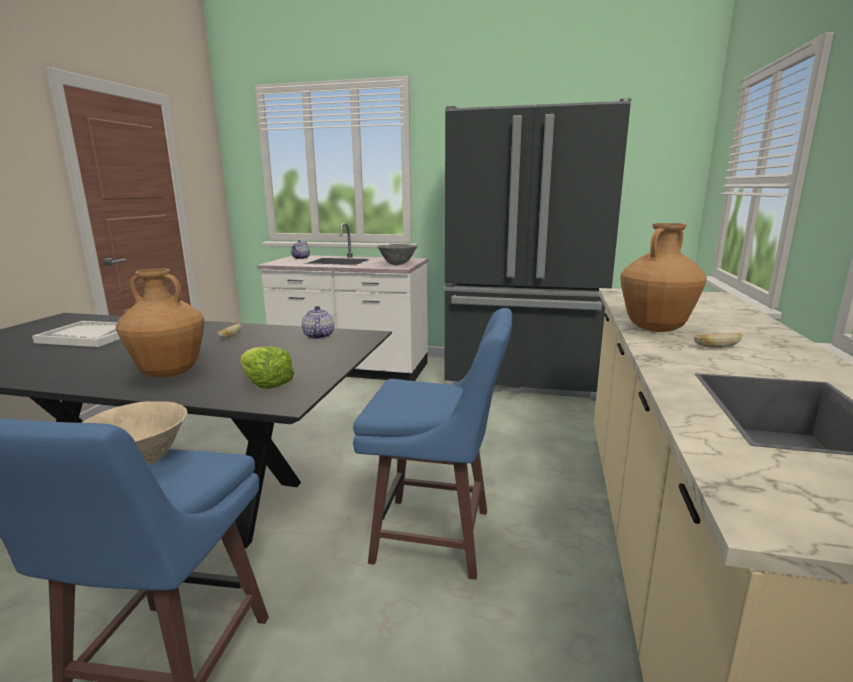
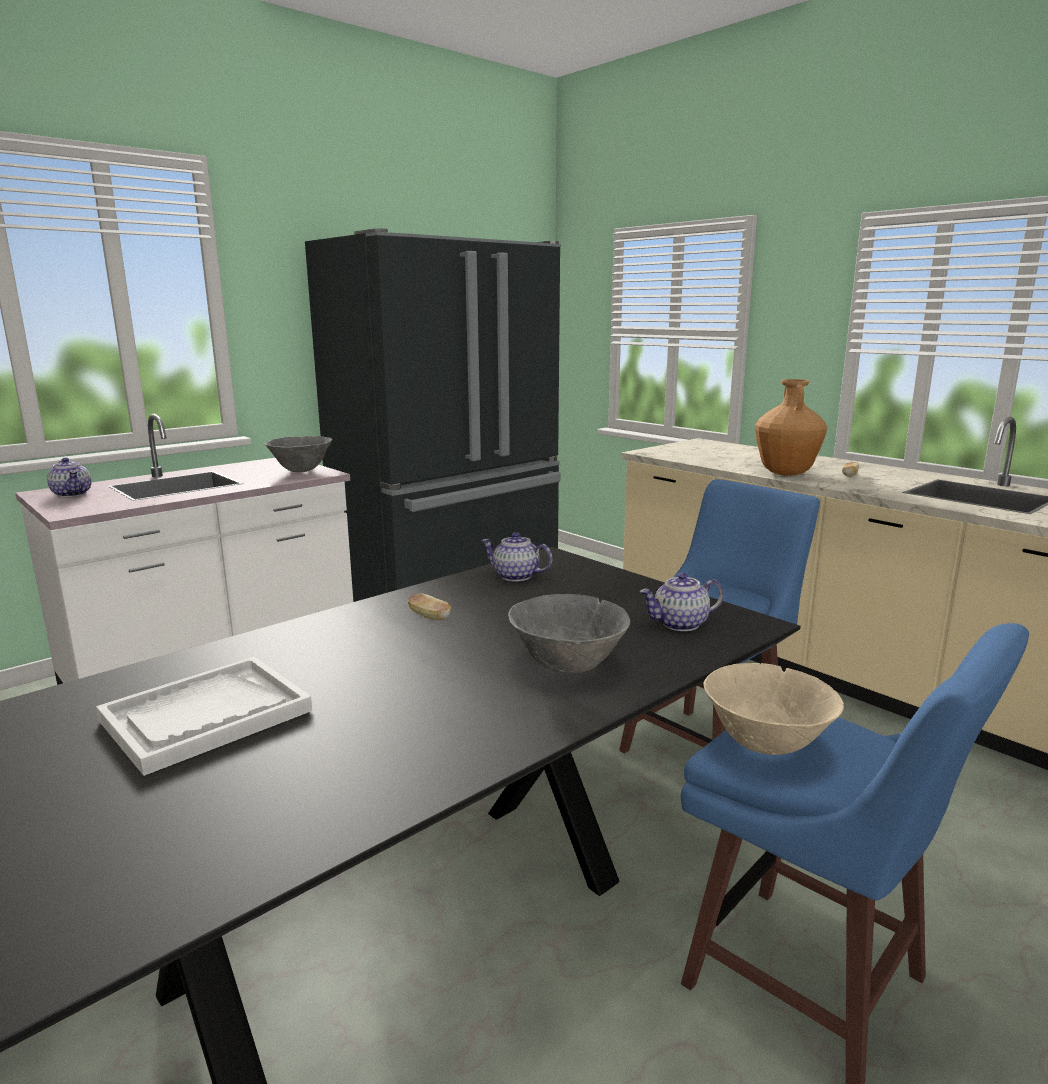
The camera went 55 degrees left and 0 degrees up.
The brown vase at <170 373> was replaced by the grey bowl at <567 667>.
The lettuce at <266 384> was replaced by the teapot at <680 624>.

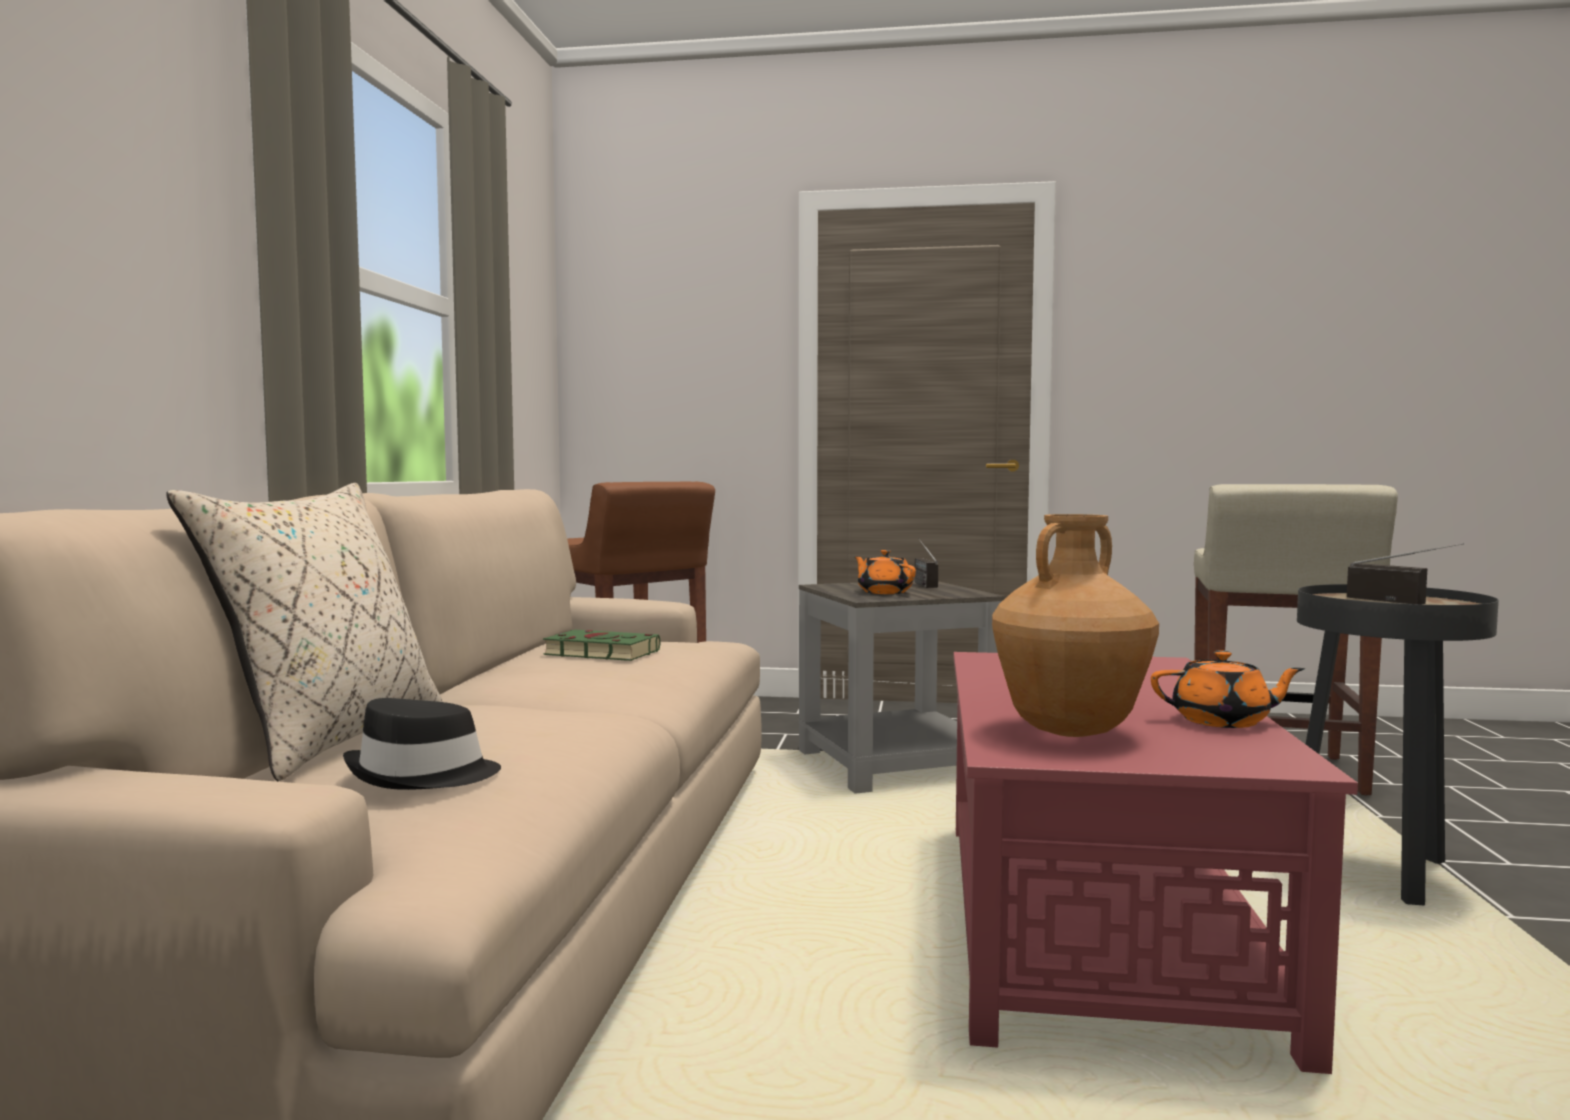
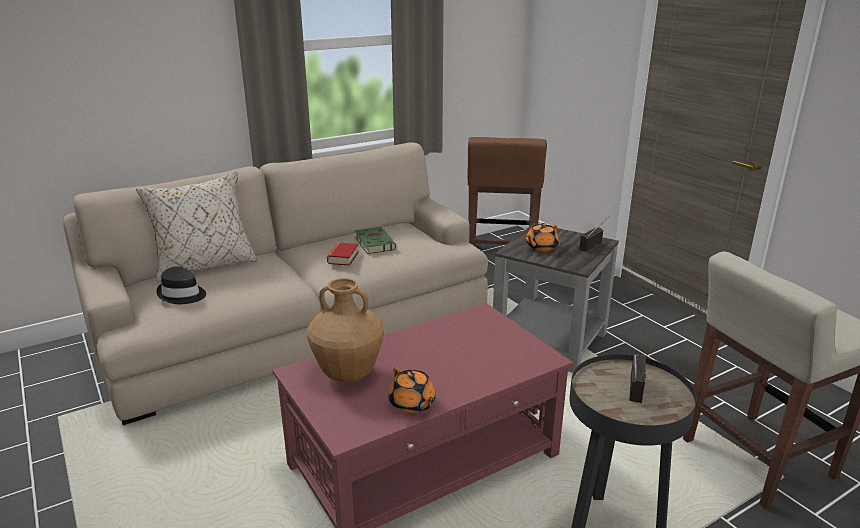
The camera went 50 degrees right and 20 degrees up.
The orange teapot at <884 592> turned 150 degrees counterclockwise.
The book at <343 257> appeared.

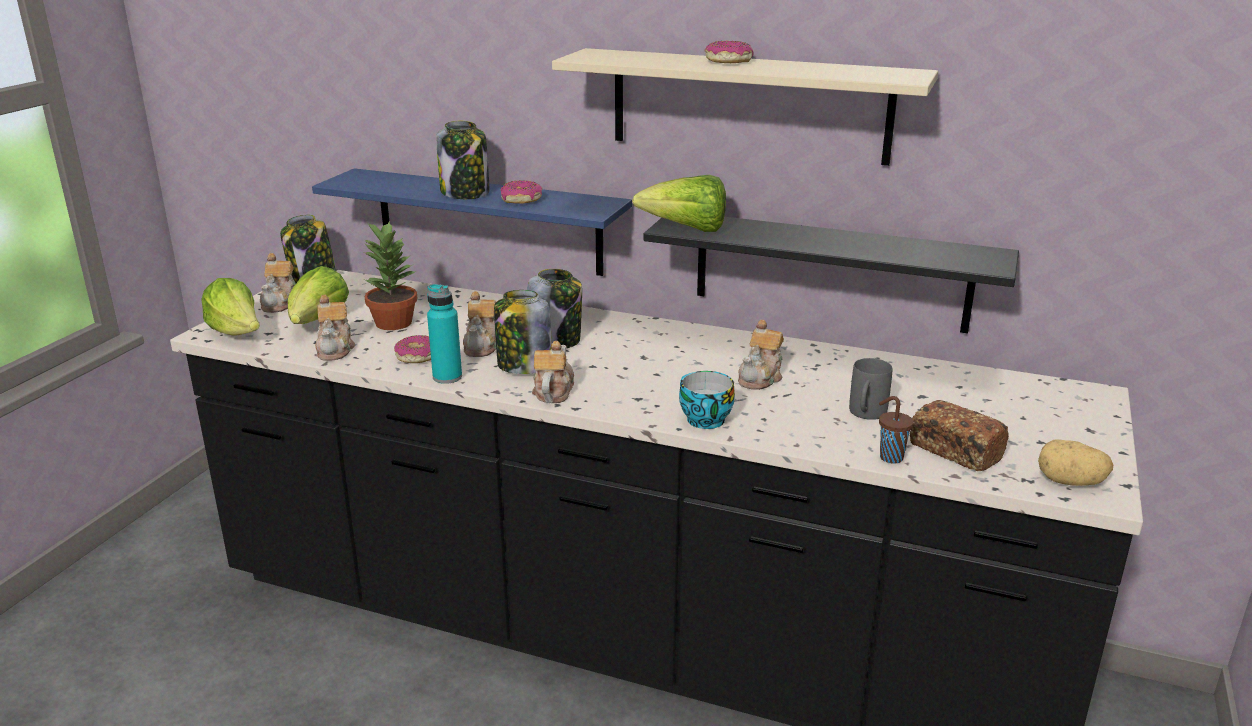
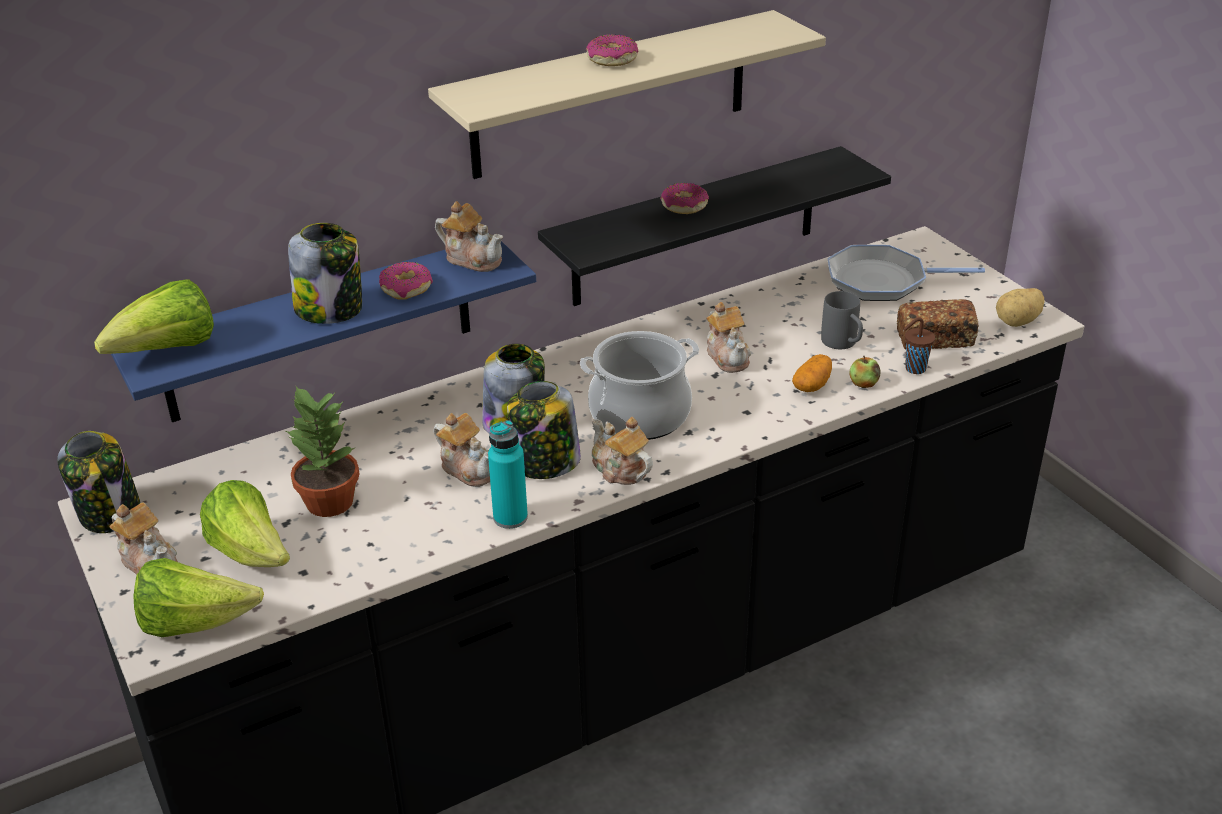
The camera went 50 degrees left and 10 degrees up.
The lettuce moved from <686 229> to <168 351>.
The teapot moved from <335 349> to <473 259>.
The donut moved from <417 356> to <684 206>.
The cup at <702 419> disappeared.
The frying pan at <882 281> appeared.
The cooking pot at <639 416> appeared.
The potato at <812 385> appeared.
The apple at <863 383> appeared.

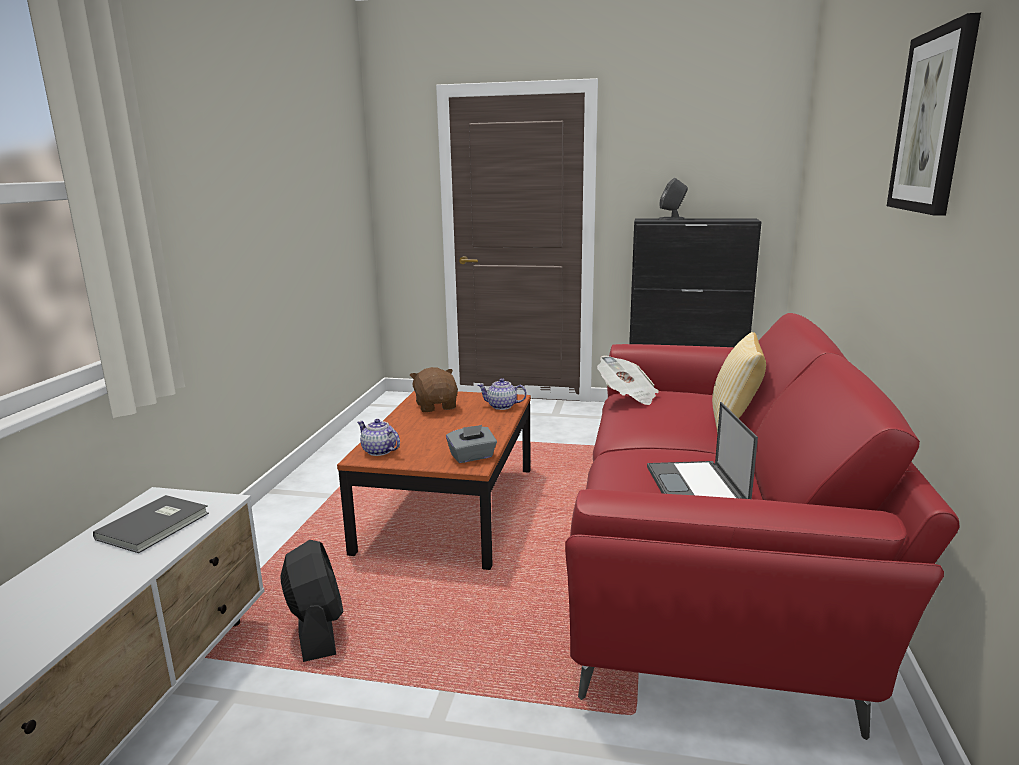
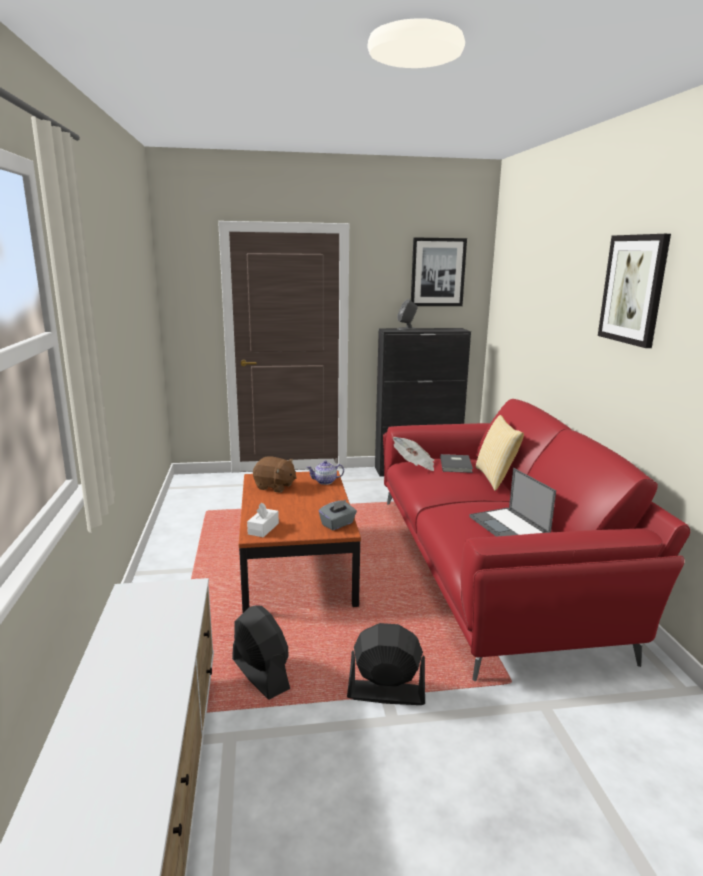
The camera went 20 degrees left and 0 degrees up.
The brown plush toy at <436 406> turned 150 degrees clockwise.
The teapot at <379 451> was replaced by the white tissue box at <263 529>.
The grey book moved from <156 526> to <457 465>.
The picture at <438 272> appeared.
The black fan at <385 693> appeared.

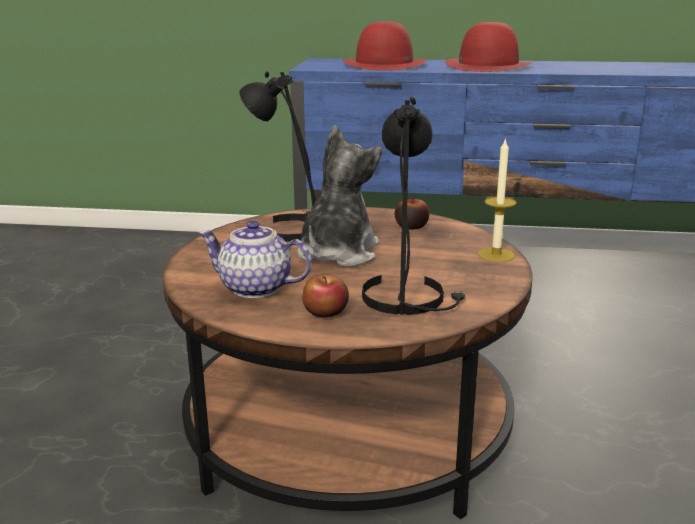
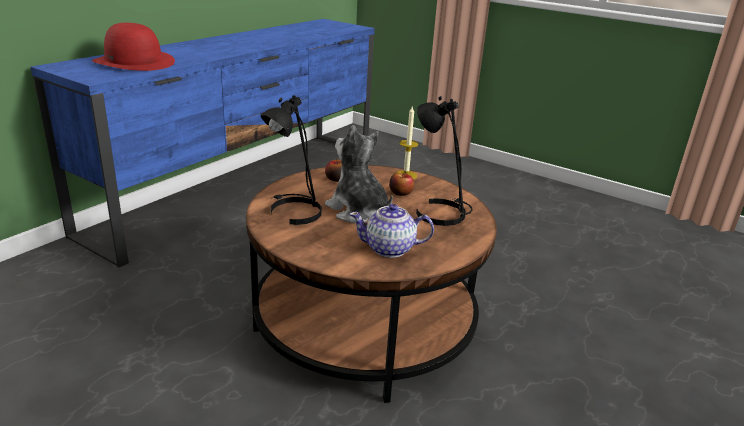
The camera went 65 degrees left and 5 degrees up.
The red hat at <488 66> disappeared.
The teapot at <256 288> turned 45 degrees clockwise.
The apple moved from <326 312> to <400 193>.

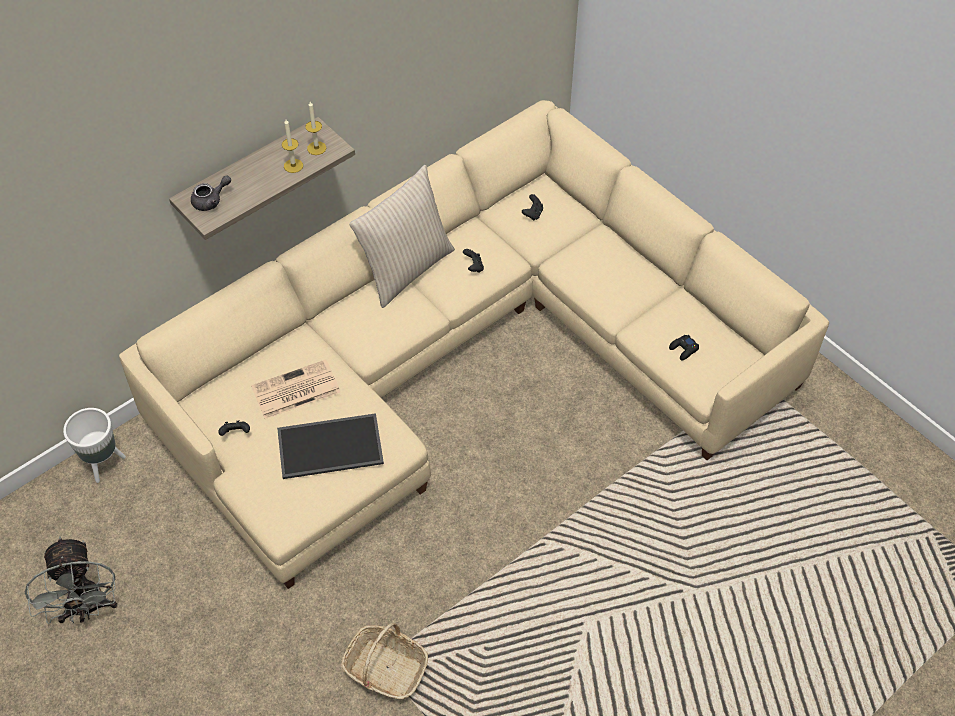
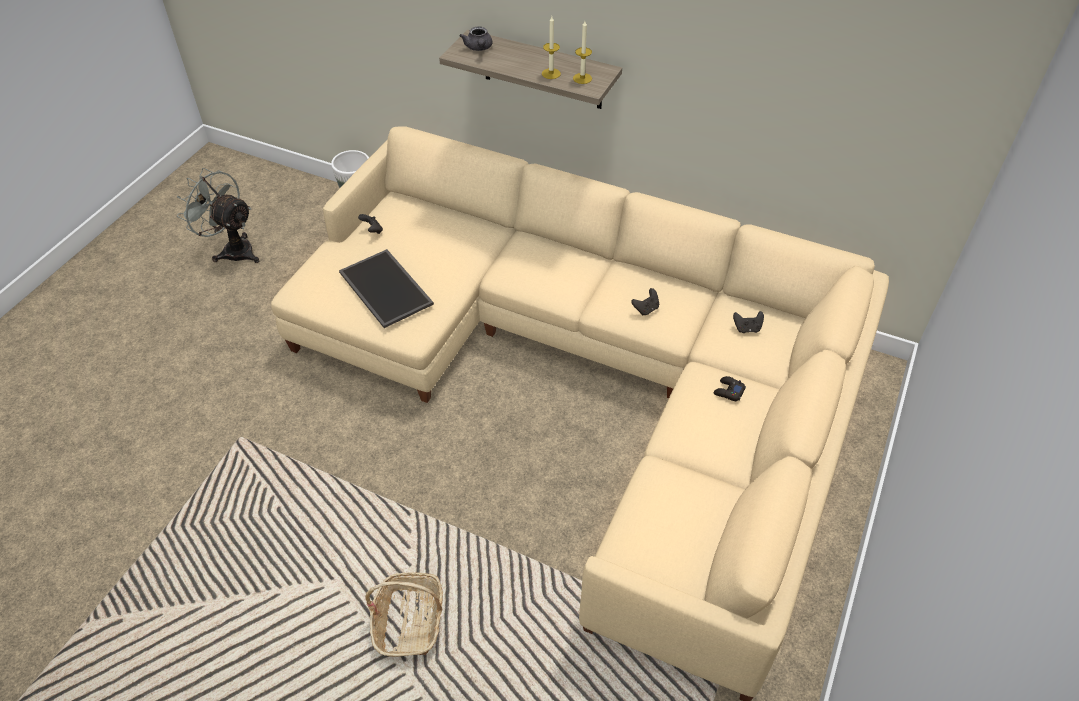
The camera went 65 degrees right and 5 degrees down.
The beige pillow at <406 269> disappeared.
The grey teapot at <211 201> turned 45 degrees clockwise.
The black game controller moved from <683 349> to <728 391>.
The newspaper at <295 390> disappeared.
The grey fan at <87 609> turned 75 degrees clockwise.
The basket moved from <385 669> to <409 621>.

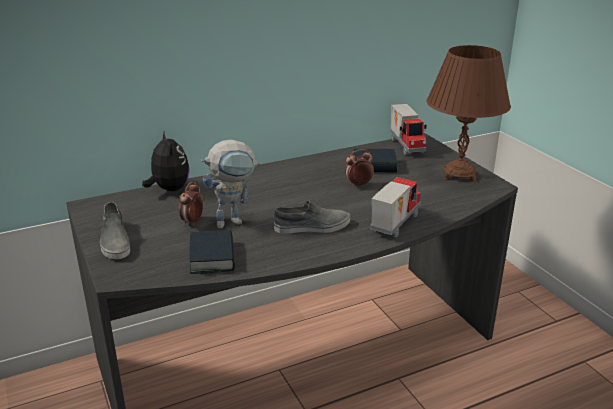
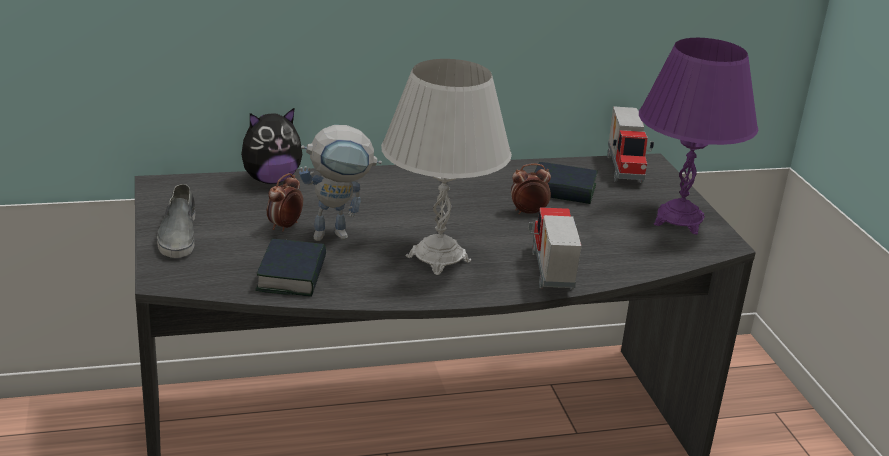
The camera went 10 degrees right and 0 degrees up.
The brown table lamp at <459 175> became the purple table lamp at <679 221>.
The plush toy at <169 189> turned 75 degrees clockwise.
The toy truck at <393 223> turned 45 degrees counterclockwise.
The grey shoe at <312 227> was replaced by the white table lamp at <438 258>.

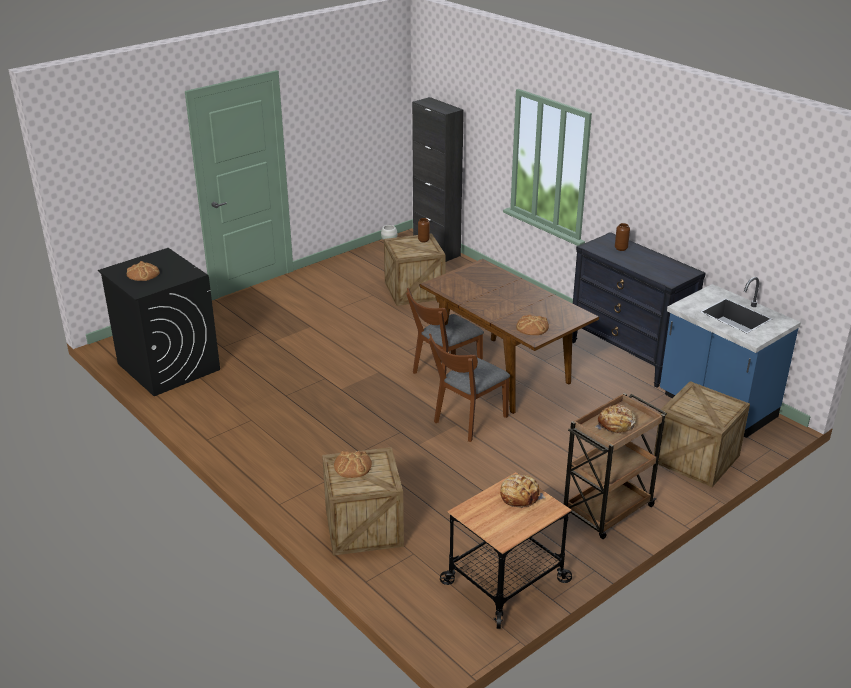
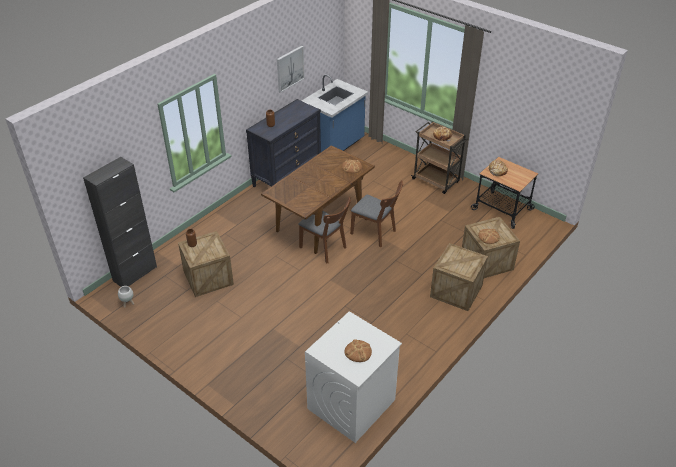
The camera went 100 degrees left and 10 degrees up.
The black washing machine at <167 366> became the white washing machine at <351 405>.
The crate moved from <696 458> to <456 291>.
The picture at <290 68> appeared.

